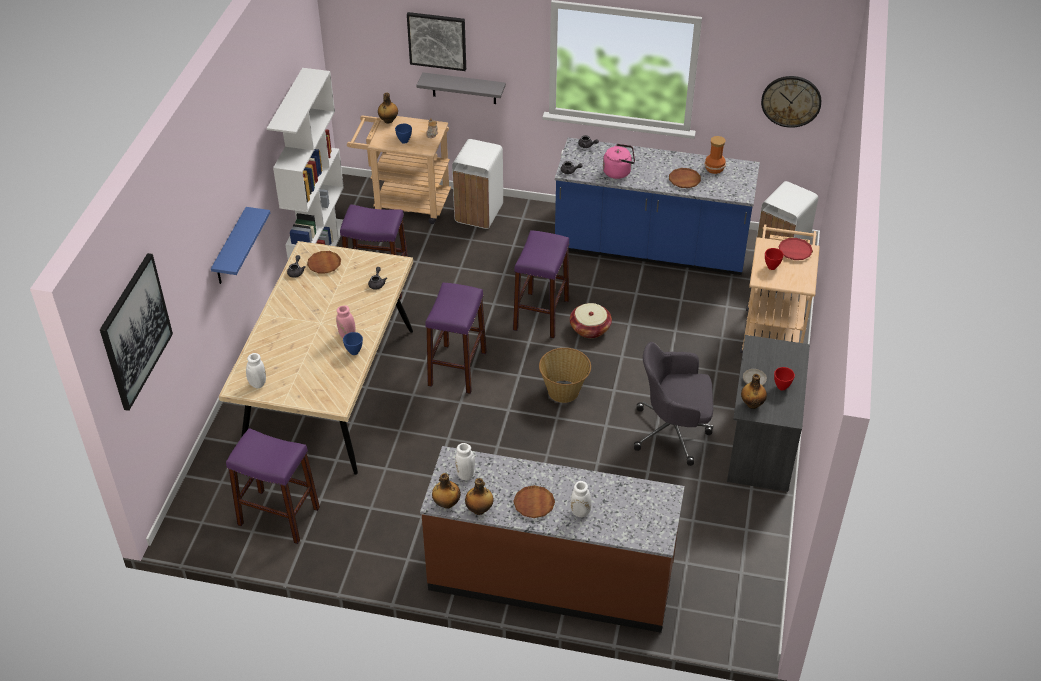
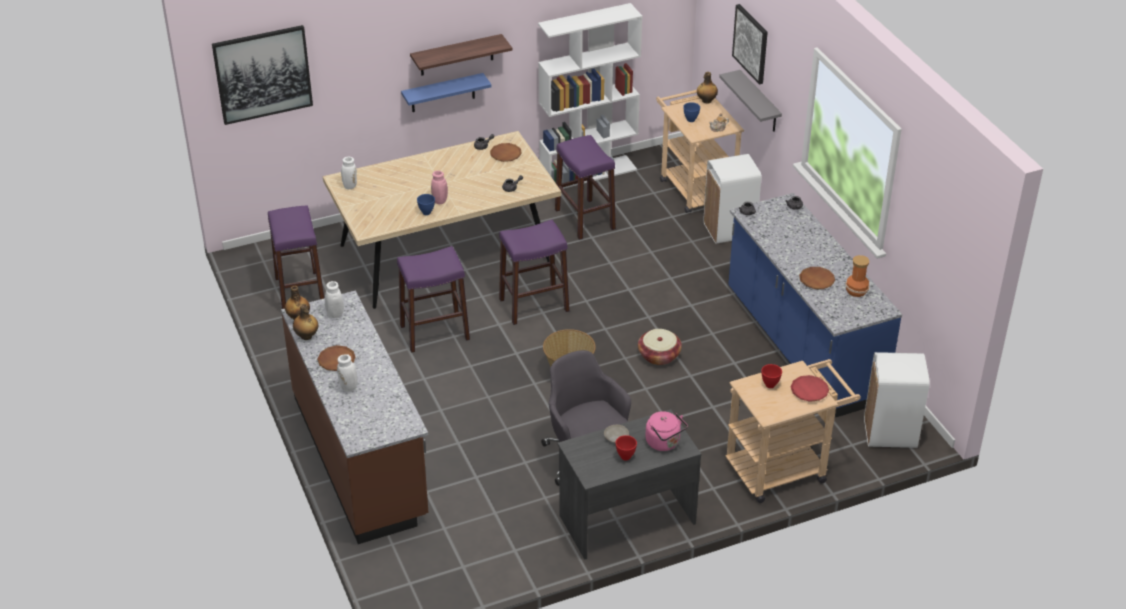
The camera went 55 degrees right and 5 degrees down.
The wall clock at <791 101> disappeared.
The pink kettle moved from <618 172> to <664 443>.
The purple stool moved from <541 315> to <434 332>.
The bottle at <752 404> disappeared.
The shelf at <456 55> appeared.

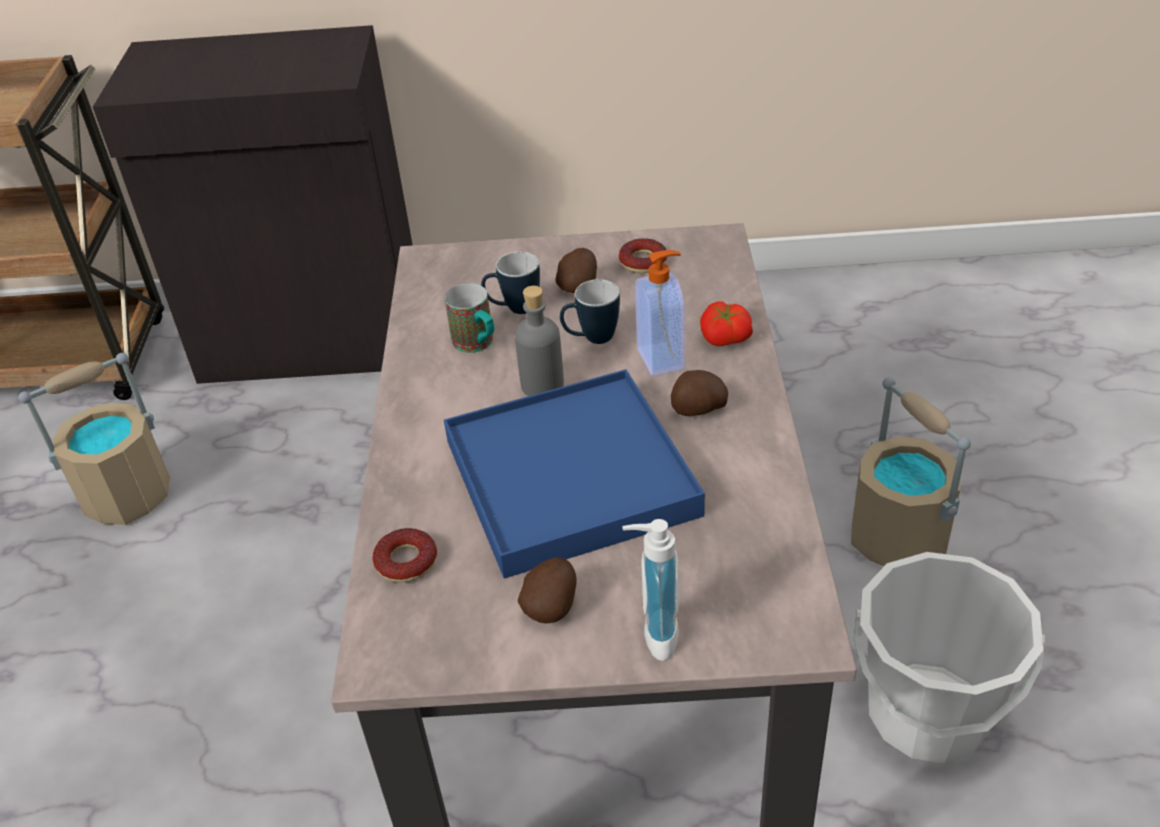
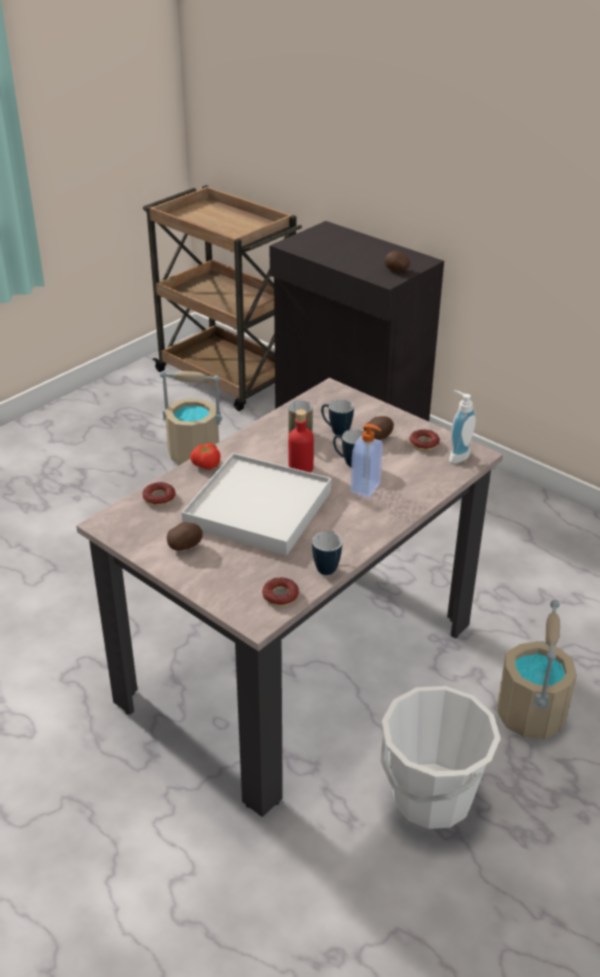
The camera went 40 degrees right and 5 degrees down.
The grey bottle at <542 385> became the red bottle at <300 468>.
The tomato moved from <724 339> to <205 465>.
The blue tray at <570 477> became the white tray at <258 508>.
The potato moved from <698 409> to <396 270>.
The soap dispenser moved from <653 635> to <456 455>.
The mug at <327 566> appeared.
The donut at <280 596> appeared.

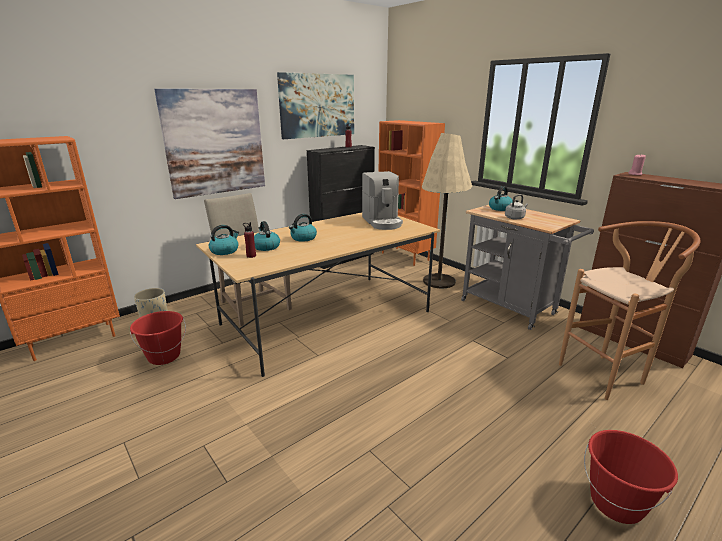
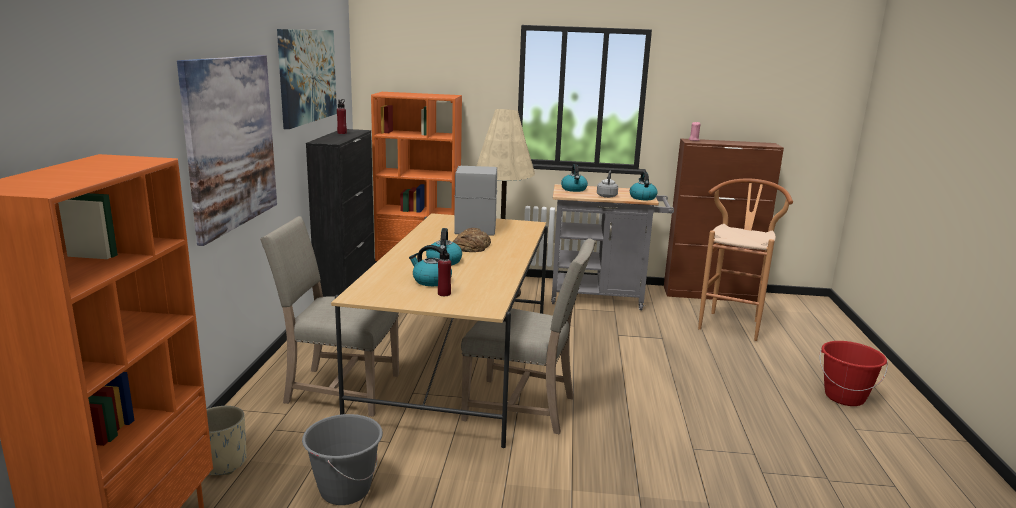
The camera went 45 degrees left and 5 degrees down.
The coffee machine at <382 222> turned 120 degrees counterclockwise.
The kettle moved from <225 251> to <642 197>.
The red bucket at <164 356> became the grey bucket at <345 490>.
The bread at <471 246> appeared.
The beige chair at <524 407> appeared.

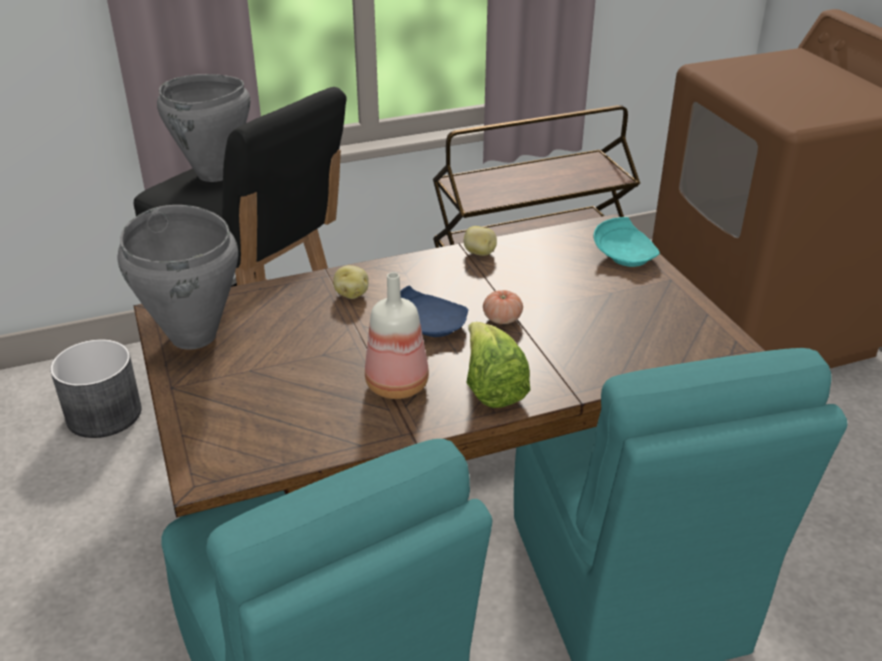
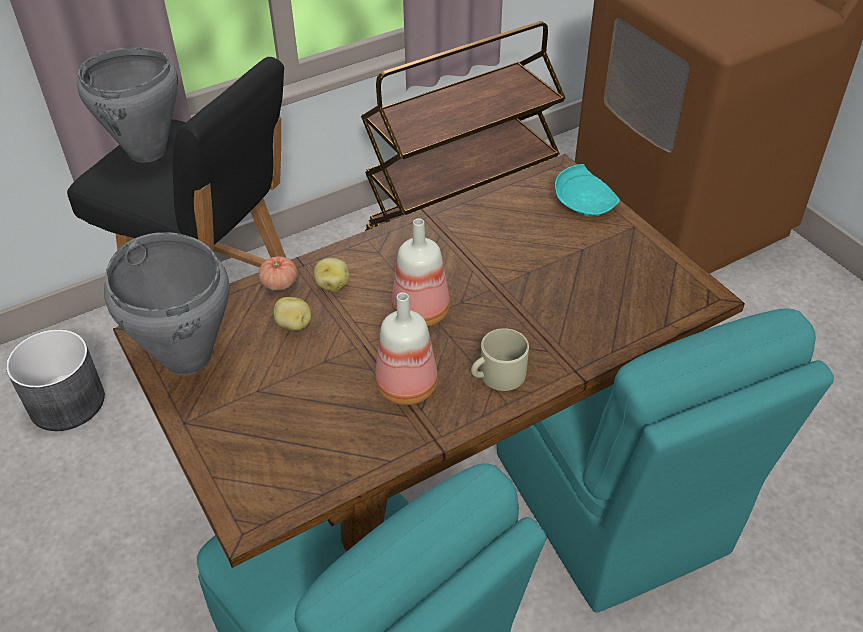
The camera went 10 degrees left and 10 degrees up.
The potato moved from <479 253> to <294 325>.
The blue plate at <429 325> was replaced by the bottle at <419 311>.
The tomato moved from <502 318> to <279 283>.
The lettuce at <491 387> was replaced by the beige mug at <497 375>.

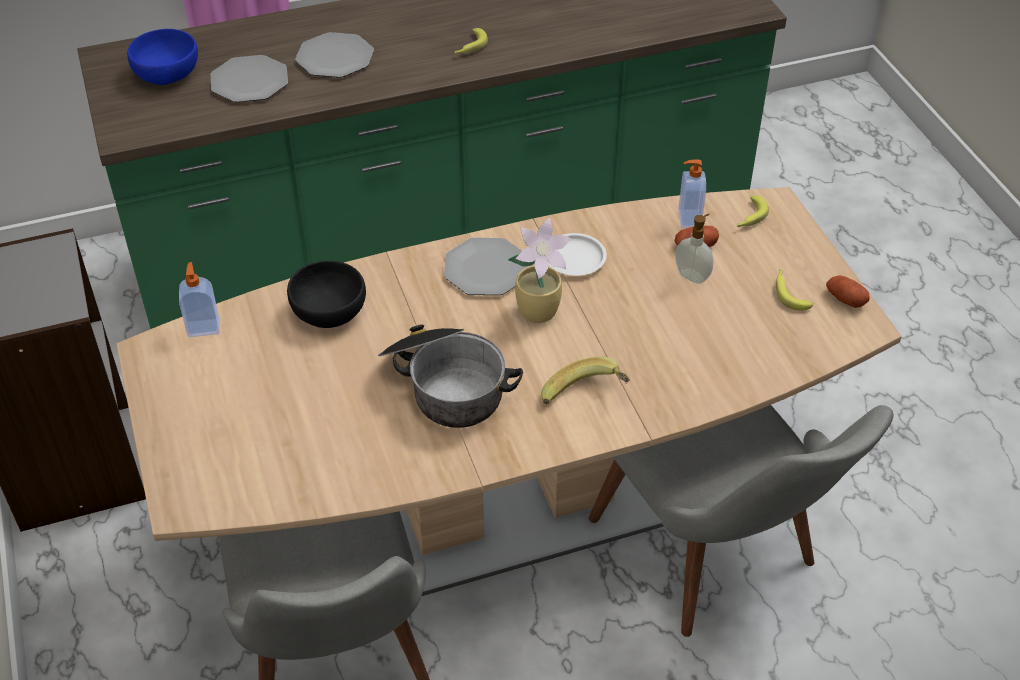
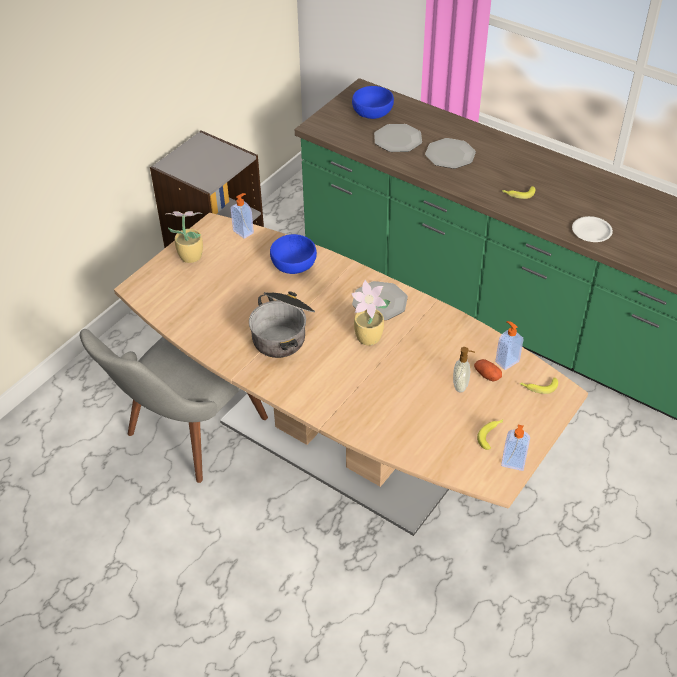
The camera went 55 degrees right and 0 degrees up.
The white plate moved from <574 258> to <591 232>.
The black bowl at <329 312> became the blue bowl at <293 265>.
The potato at <845 299> was replaced by the soap dispenser at <513 463>.
The banana at <586 398> disappeared.
The grey chair at <720 561> disappeared.
The potted plant at <189 256> appeared.

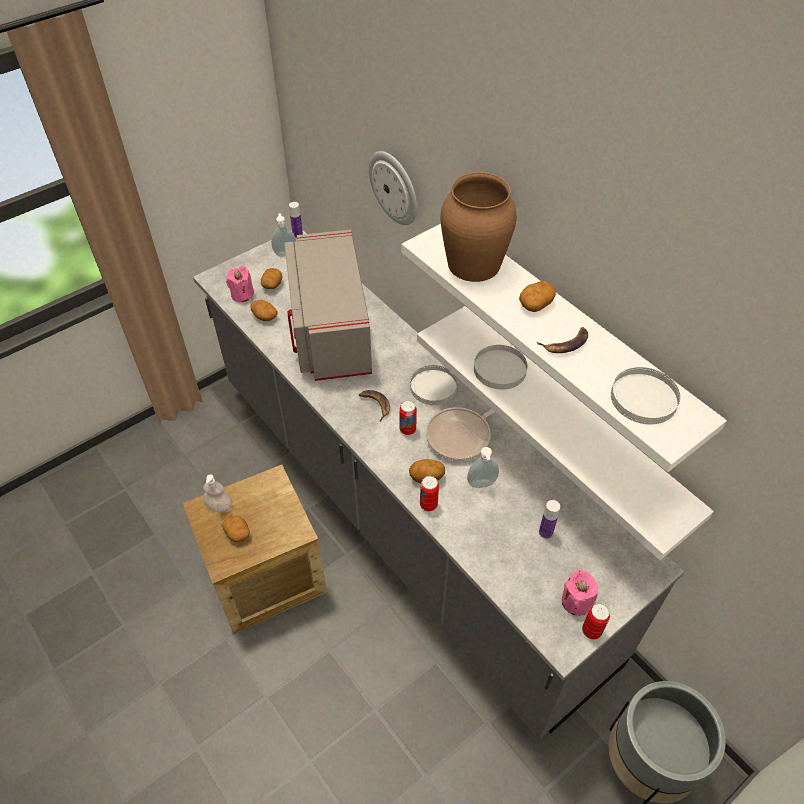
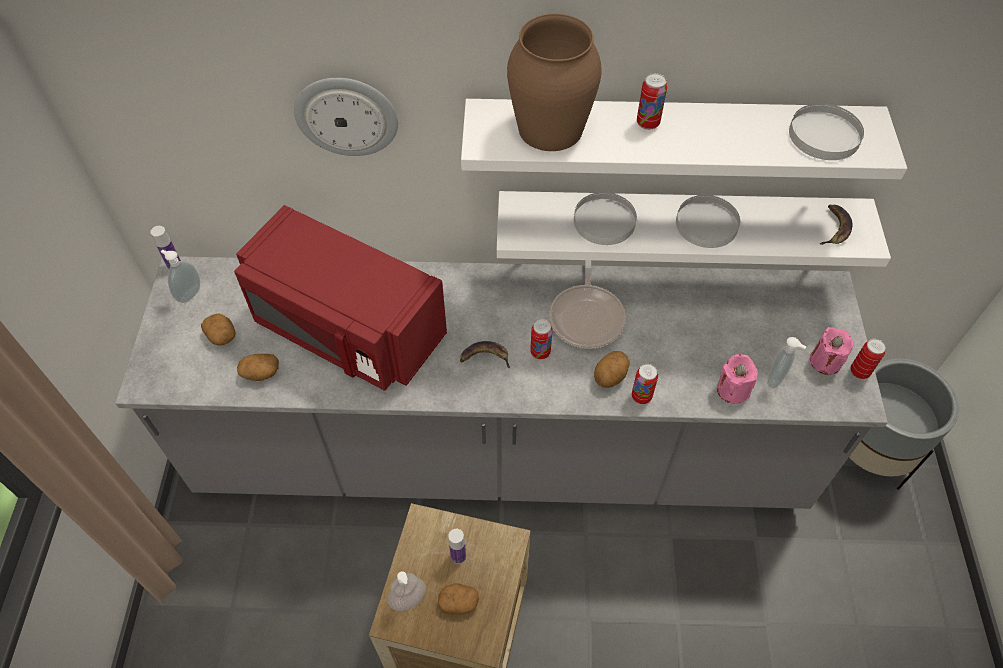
The camera went 50 degrees left and 5 degrees up.
The grey microwave at <329 330> became the red microwave at <346 330>.
The pink candle moved from <242 294> to <732 390>.
The potato at <536 303> was replaced by the can at <647 123>.
The banana moved from <566 343> to <834 227>.
The white plate moved from <433 387> to <707 223>.
The soap dispenser moved from <482 485> to <776 379>.
The bottle moved from <545 532> to <458 556>.

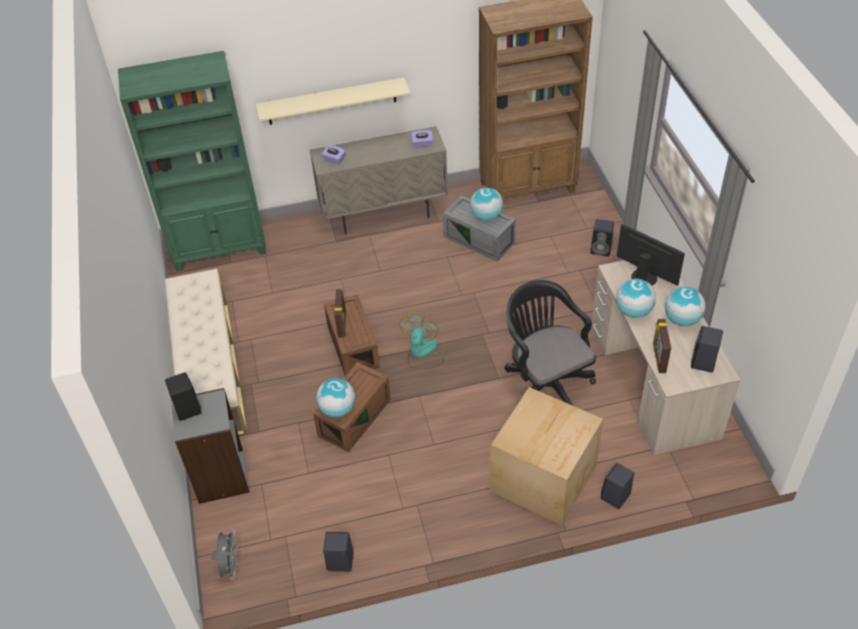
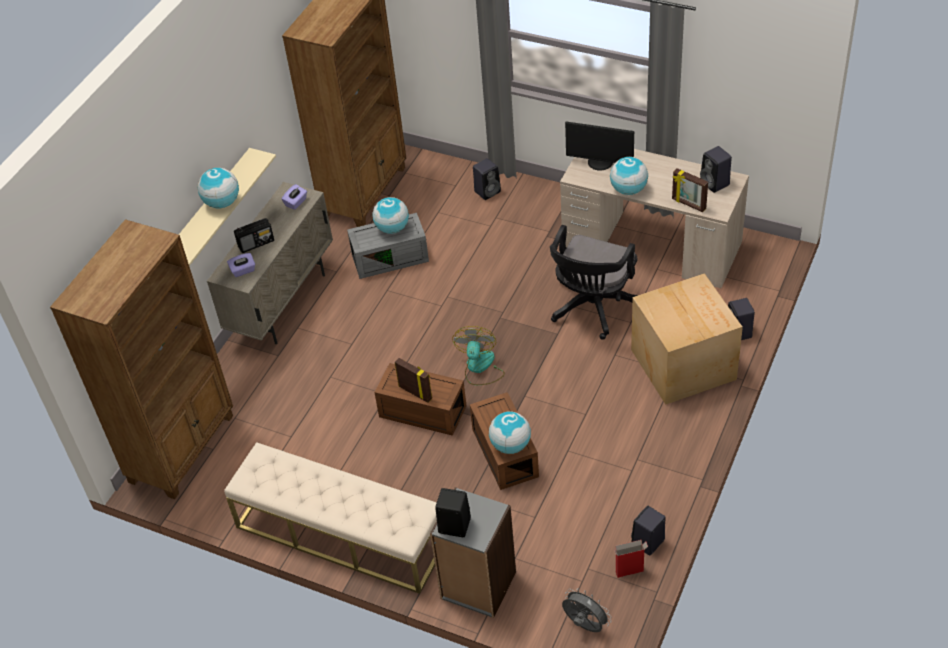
The camera went 50 degrees left and 0 degrees up.
The green bookcase at <220 248> became the brown bookcase at <183 448>.
The monitor at <644 276> turned 150 degrees counterclockwise.
The black office chair at <545 384> turned 75 degrees counterclockwise.
The globe moved from <682 320> to <222 203>.
The fan at <422 353> turned 45 degrees clockwise.
The radio at <256 243> appeared.
The cardboard box at <630 571> appeared.

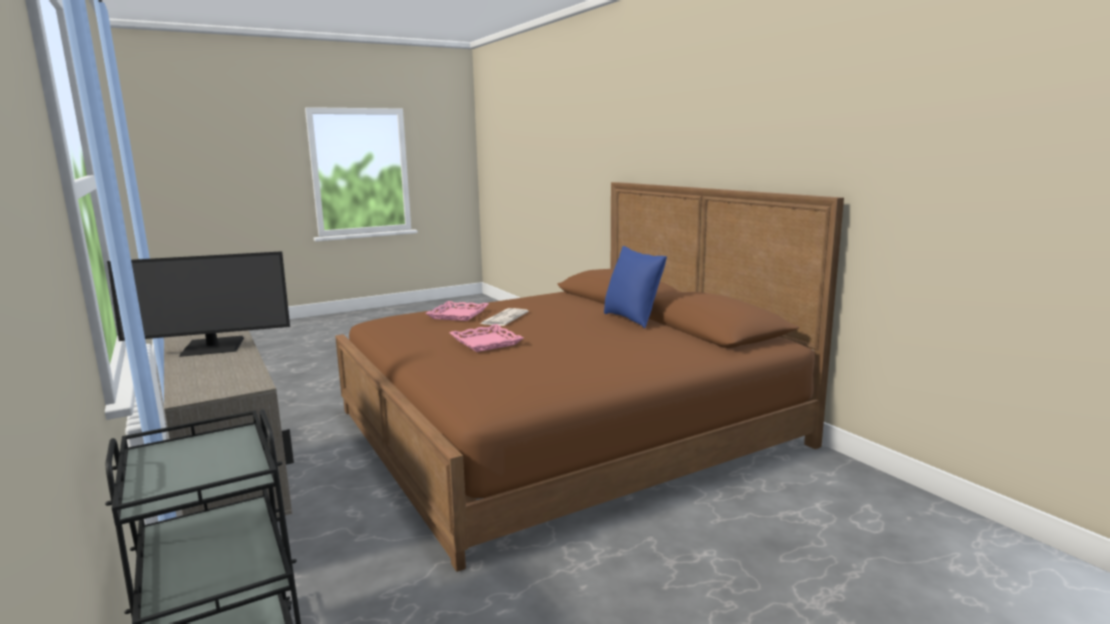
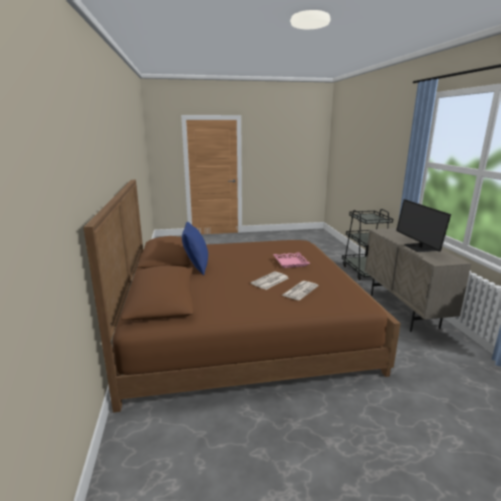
The camera went 160 degrees left and 5 degrees up.
The monitor at <212 347> turned 105 degrees counterclockwise.
The pink tray at <458 315> was replaced by the newspaper at <300 290>.

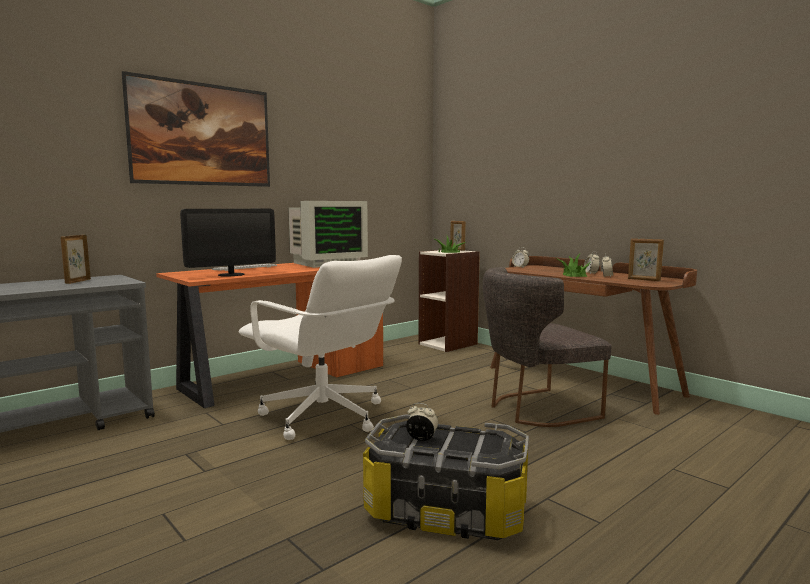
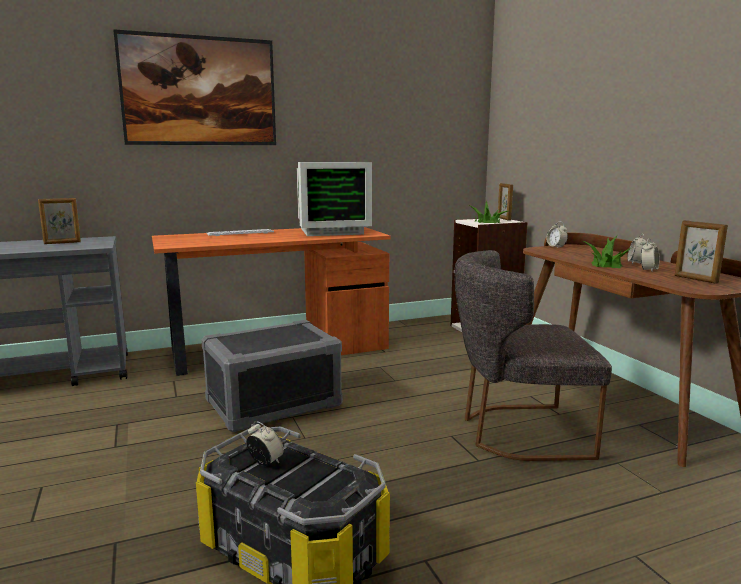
The camera went 20 degrees right and 5 degrees up.
The monitor at <231 275> disappeared.
The picture frame at <77 281> turned 135 degrees counterclockwise.
The white office chair at <323 417> was replaced by the grey storage box at <273 403>.

